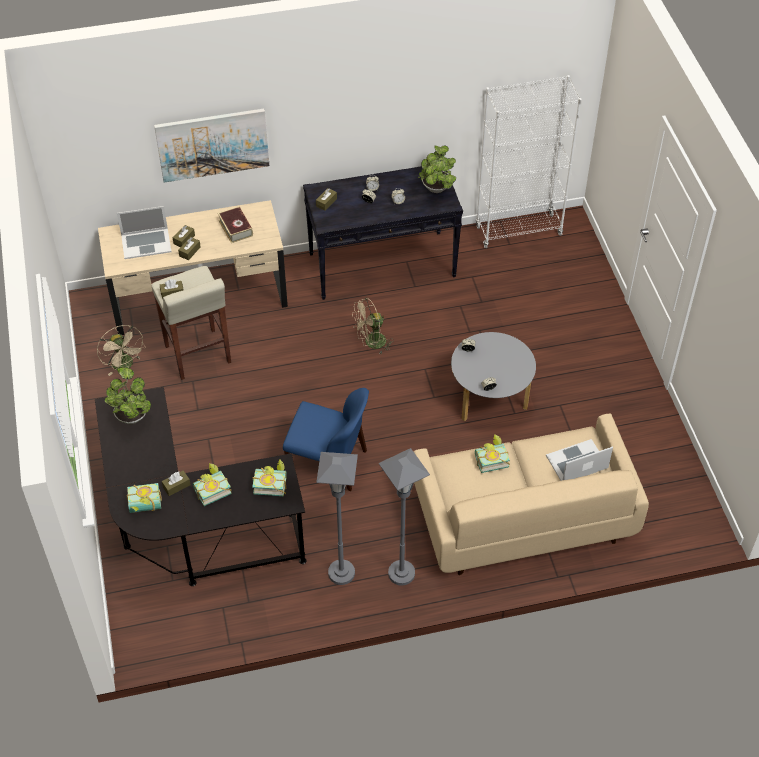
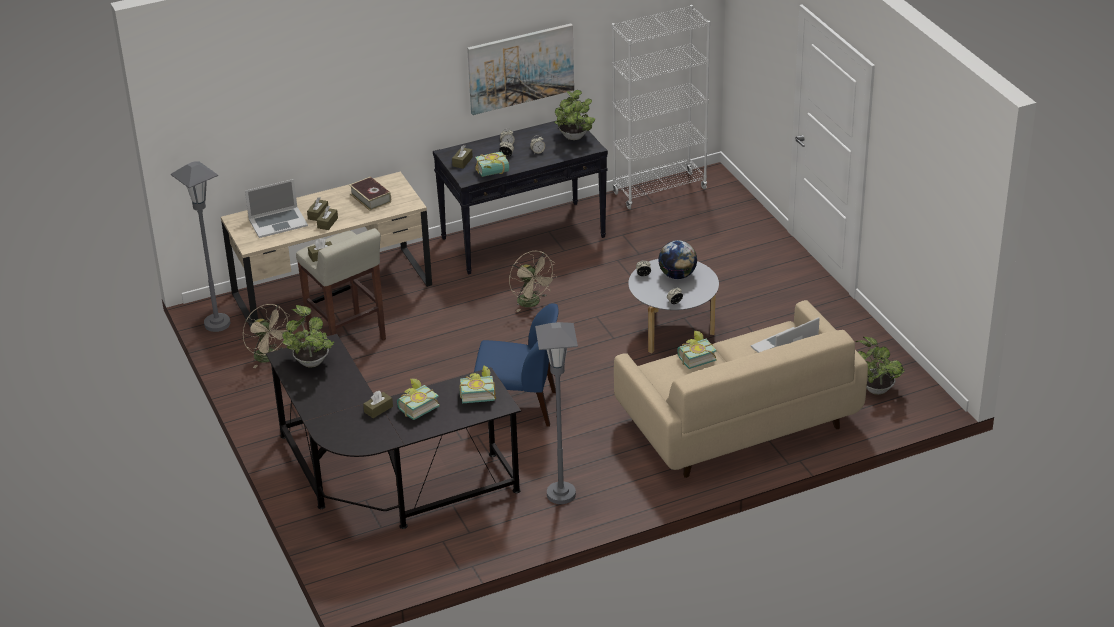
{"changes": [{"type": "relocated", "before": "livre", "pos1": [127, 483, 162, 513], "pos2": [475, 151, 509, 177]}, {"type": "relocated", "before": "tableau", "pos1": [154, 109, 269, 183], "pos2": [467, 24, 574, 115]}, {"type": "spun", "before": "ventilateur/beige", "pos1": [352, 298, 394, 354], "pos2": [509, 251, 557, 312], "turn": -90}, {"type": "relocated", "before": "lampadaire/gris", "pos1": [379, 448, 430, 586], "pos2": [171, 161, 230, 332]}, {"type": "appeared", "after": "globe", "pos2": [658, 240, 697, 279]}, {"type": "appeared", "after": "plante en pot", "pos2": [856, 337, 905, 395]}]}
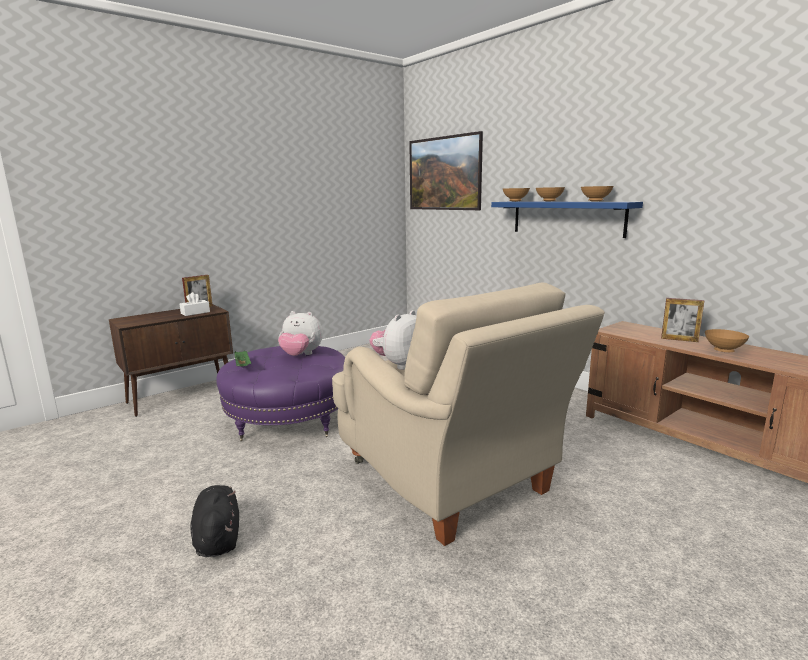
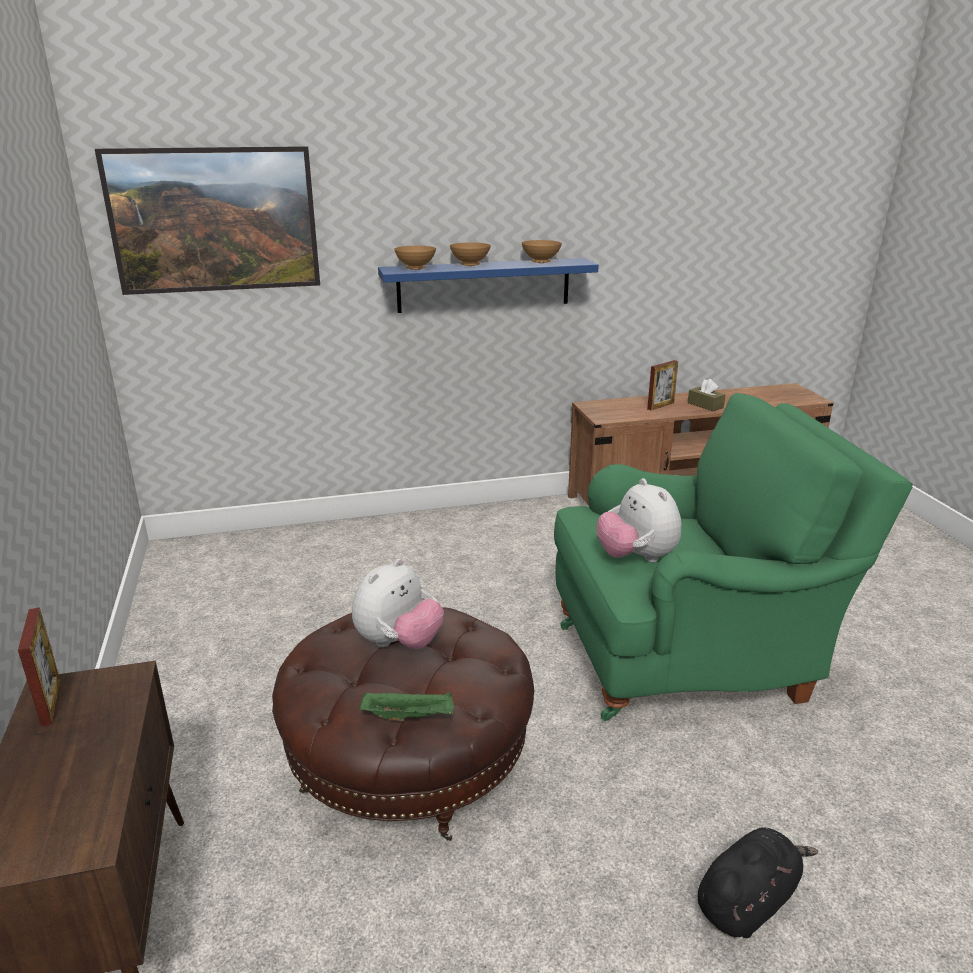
{"changes": [{"type": "missing", "before": "boîte à mouchoirs/blanc", "pos1": [180, 292, 210, 316]}, {"type": "spun", "before": "peluche/noir", "pos1": [190, 485, 239, 557], "pos2": [698, 828, 818, 938], "turn": 135}, {"type": "colour", "before": "pouf/violet", "after": "pouf/marron", "pos1": [216, 346, 345, 441], "pos2": [272, 607, 534, 841]}, {"type": "colour", "before": "fauteuil/beige", "after": "fauteuil/vert", "pos1": [332, 283, 605, 546], "pos2": [554, 393, 913, 721]}, {"type": "exchanged", "before": "bol/marron", "after": "boîte à mouchoirs/marron", "pos1": [705, 329, 749, 352], "pos2": [688, 379, 725, 411]}]}
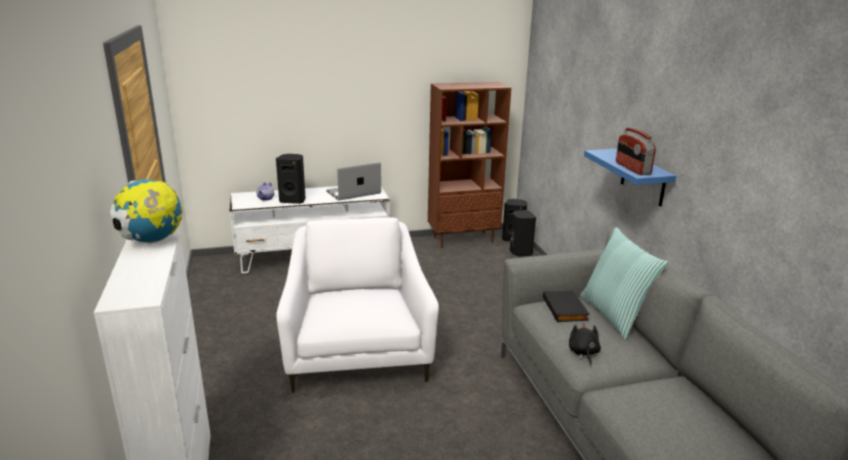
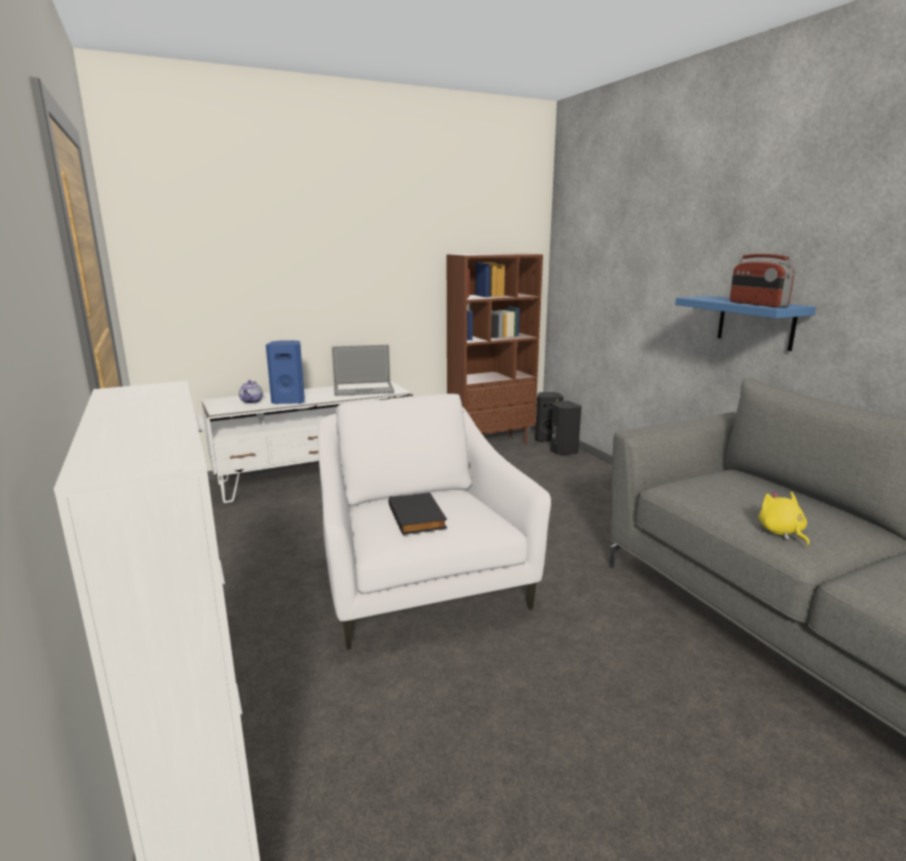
{"changes": [{"type": "missing", "before": "globe", "pos1": [110, 180, 182, 243]}, {"type": "colour", "before": "enceinte/noir", "after": "enceinte/bleu", "pos1": [276, 154, 306, 204], "pos2": [266, 340, 305, 404]}, {"type": "spun", "before": "ordinateur portable", "pos1": [326, 162, 381, 201], "pos2": [332, 345, 394, 396], "turn": -150}, {"type": "relocated", "before": "livre/noir", "pos1": [543, 290, 590, 322], "pos2": [388, 492, 447, 535]}, {"type": "colour", "before": "peluche/noir", "after": "peluche/jaune", "pos1": [569, 323, 601, 366], "pos2": [759, 491, 810, 546]}, {"type": "missing", "before": "coussin", "pos1": [580, 227, 668, 340]}]}
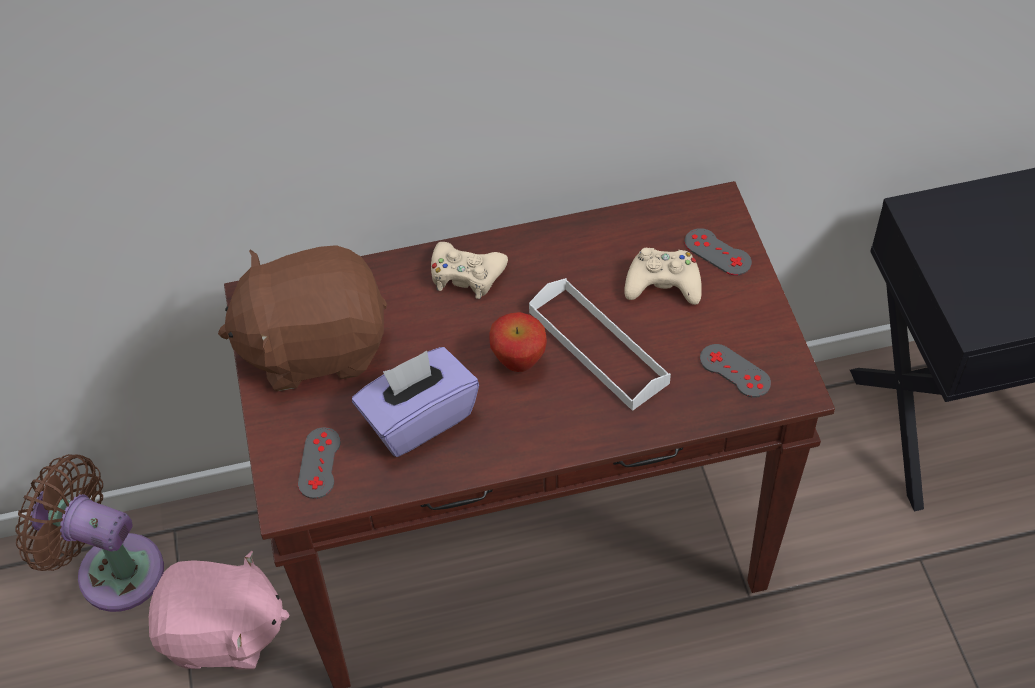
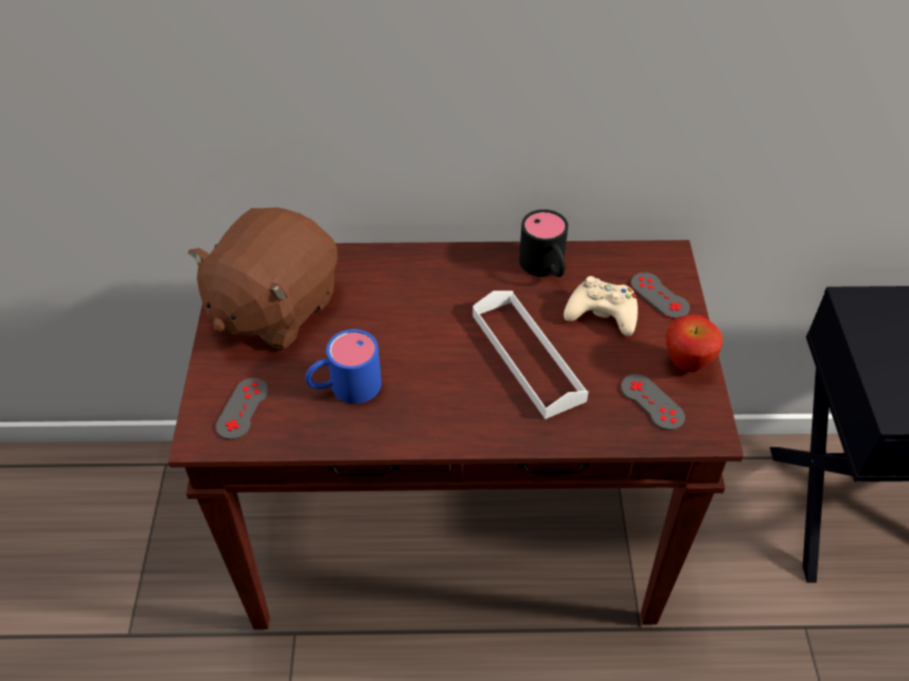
{"changes": [{"type": "missing", "before": "ventilateur/marron", "pos1": [15, 454, 164, 612]}, {"type": "missing", "before": "peluche/rose", "pos1": [149, 551, 290, 669]}, {"type": "spun", "before": "peluche/marron", "pos1": [218, 245, 387, 391], "pos2": [188, 207, 338, 349], "turn": -60}, {"type": "exchanged", "before": "boîte à mouchoirs/violet", "after": "mug/bleu", "pos1": [352, 347, 479, 457], "pos2": [305, 329, 381, 404]}, {"type": "missing", "before": "manette/beige", "pos1": [431, 242, 508, 299]}, {"type": "relocated", "before": "pomme", "pos1": [490, 312, 547, 372], "pos2": [666, 315, 723, 372]}, {"type": "appeared", "after": "mug/noir", "pos2": [519, 209, 568, 277]}]}
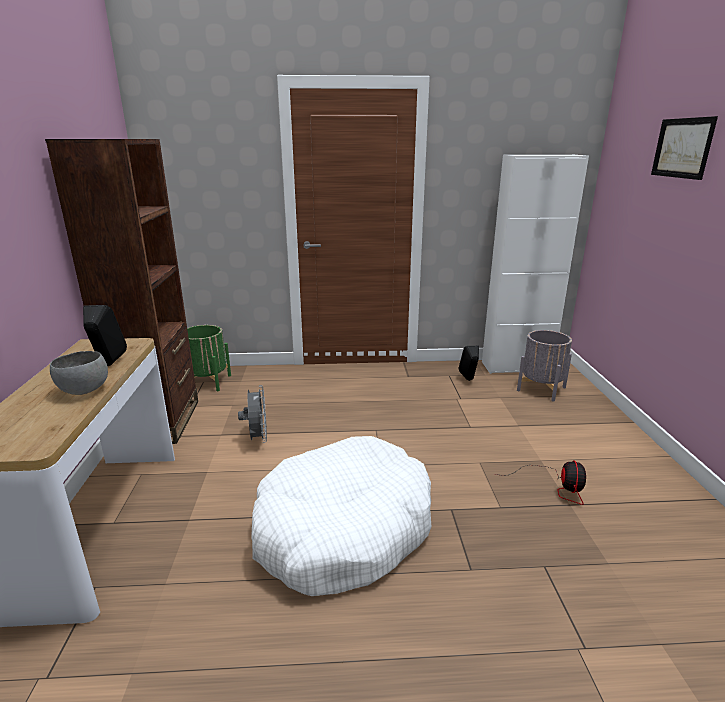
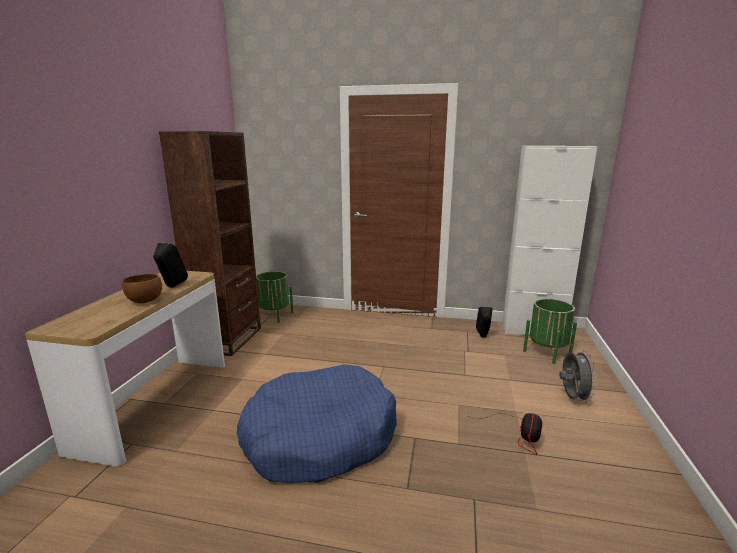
{"changes": [{"type": "colour", "before": "bol/gris", "after": "bol/marron", "pos1": [50, 351, 108, 395], "pos2": [122, 274, 162, 303]}, {"type": "relocated", "before": "ventilateur/gris", "pos1": [238, 385, 267, 443], "pos2": [559, 349, 597, 403]}, {"type": "colour", "before": "panier pour chien/blanc", "after": "panier pour chien/bleu", "pos1": [251, 436, 431, 596], "pos2": [237, 364, 397, 483]}, {"type": "colour", "before": "cache-pot/gris", "after": "cache-pot/vert", "pos1": [517, 330, 572, 401], "pos2": [523, 299, 577, 364]}, {"type": "missing", "before": "tableau", "pos1": [651, 116, 718, 180]}]}
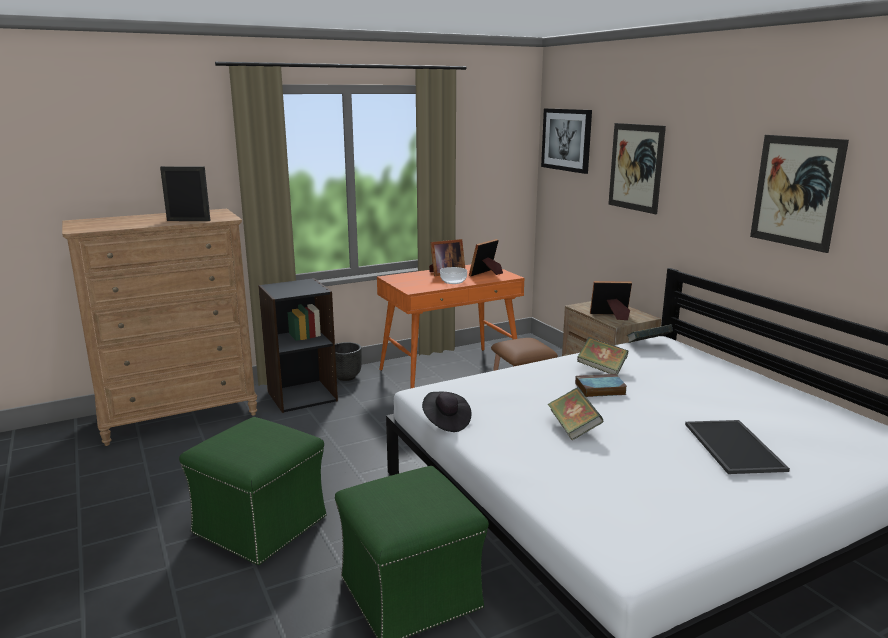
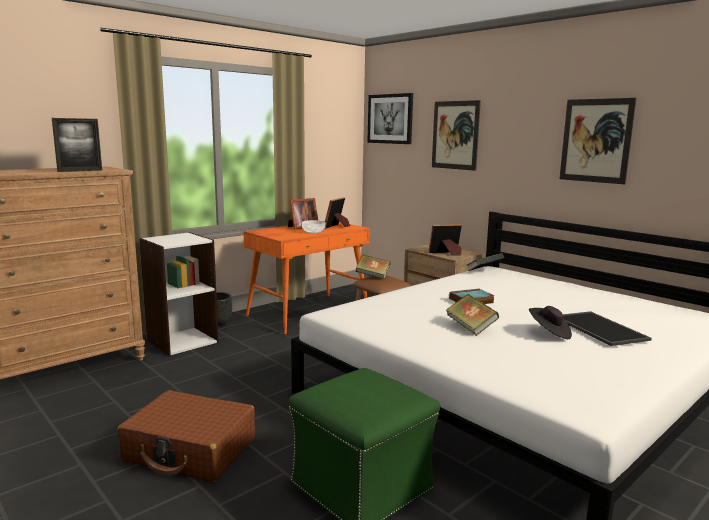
{"changes": [{"type": "spun", "before": "cadre photo", "pos1": [160, 166, 211, 221], "pos2": [52, 118, 102, 172], "turn": 150}, {"type": "exchanged", "before": "pouf/vert", "after": "valise/marron", "pos1": [179, 417, 327, 565], "pos2": [117, 390, 255, 482]}, {"type": "colour", "before": "bibliothèque/noir", "after": "bibliothèque/blanc", "pos1": [258, 278, 338, 413], "pos2": [139, 232, 219, 356]}, {"type": "relocated", "before": "chapeau/noir", "pos1": [422, 392, 472, 432], "pos2": [529, 306, 572, 339]}, {"type": "relocated", "before": "livre", "pos1": [577, 337, 628, 375], "pos2": [355, 254, 391, 280]}]}
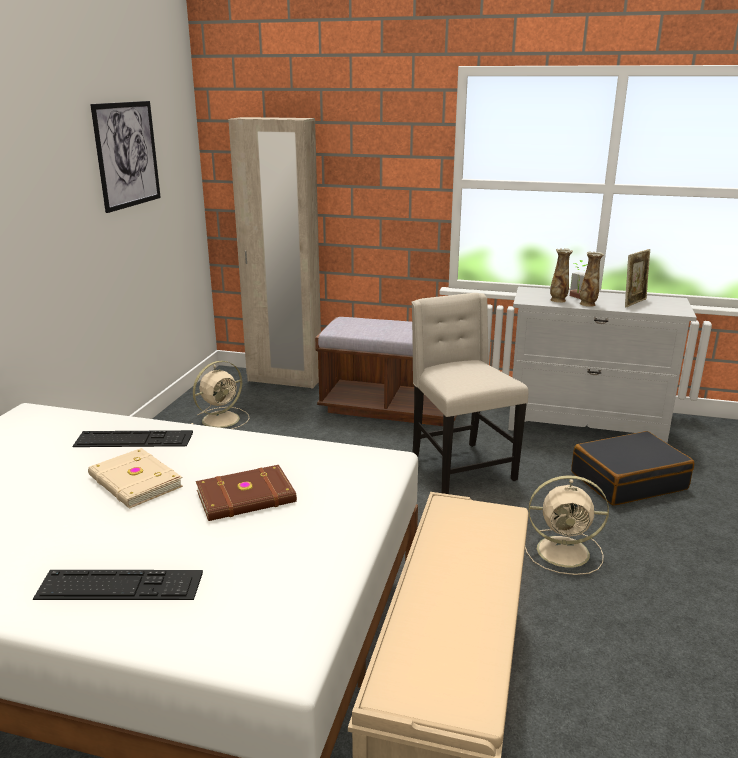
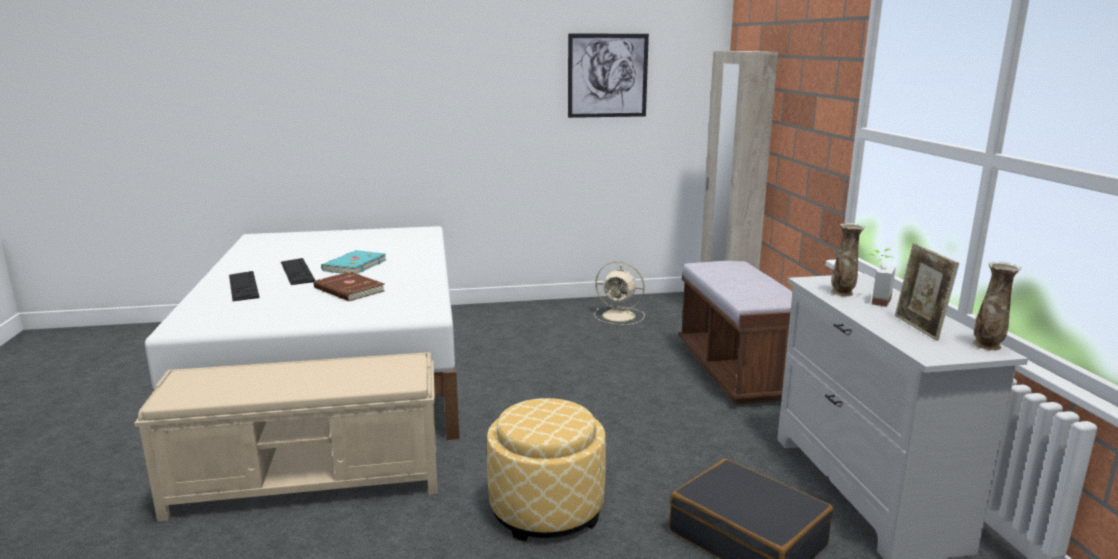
{"changes": [{"type": "relocated", "before": "clavier", "pos1": [72, 430, 193, 447], "pos2": [281, 258, 315, 285]}, {"type": "colour", "before": "livre/beige", "after": "livre/turquoise", "pos1": [88, 448, 183, 508], "pos2": [321, 250, 386, 274]}, {"type": "missing", "before": "chaise/beige", "pos1": [411, 293, 528, 494]}, {"type": "exchanged", "before": "ventilateur/beige", "after": "pouf", "pos1": [525, 475, 609, 575], "pos2": [487, 398, 606, 542]}, {"type": "relocated", "before": "vase", "pos1": [580, 252, 604, 307], "pos2": [973, 262, 1022, 350]}, {"type": "spun", "before": "cadre photo", "pos1": [625, 249, 650, 307], "pos2": [895, 243, 959, 341], "turn": 60}]}
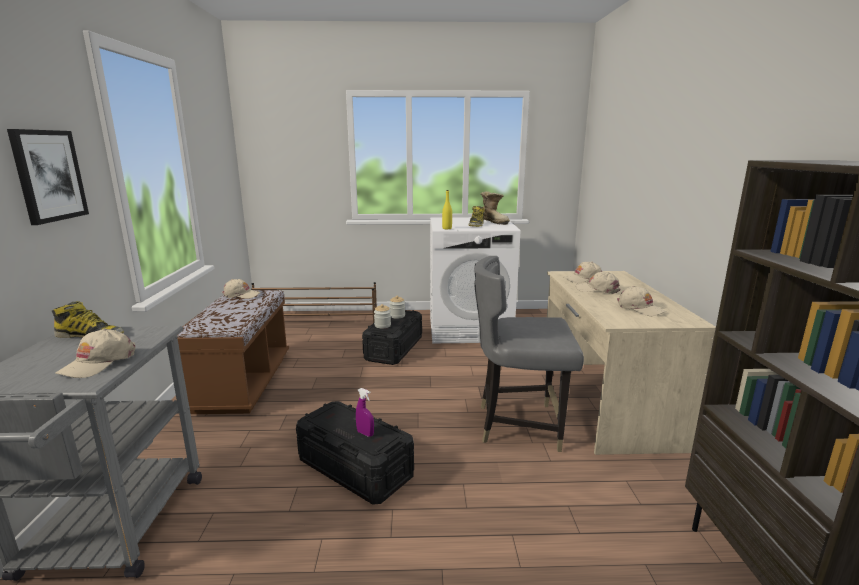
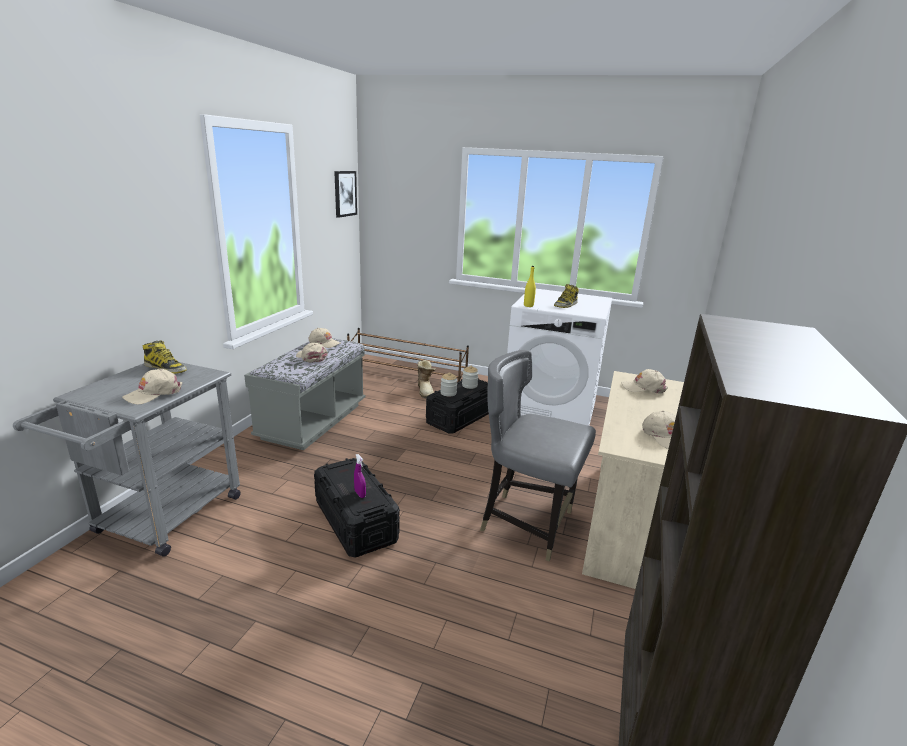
{"changes": [{"type": "relocated", "before": "tableau", "pos1": [7, 129, 89, 225], "pos2": [334, 171, 357, 218]}, {"type": "colour", "before": "banc/marron", "after": "banc/gris", "pos1": [177, 290, 289, 414], "pos2": [244, 338, 365, 450]}, {"type": "relocated", "before": "botte", "pos1": [481, 191, 510, 225], "pos2": [418, 360, 436, 399]}, {"type": "relocated", "before": "casquette/beige", "pos1": [576, 272, 620, 294], "pos2": [296, 343, 328, 363]}]}
